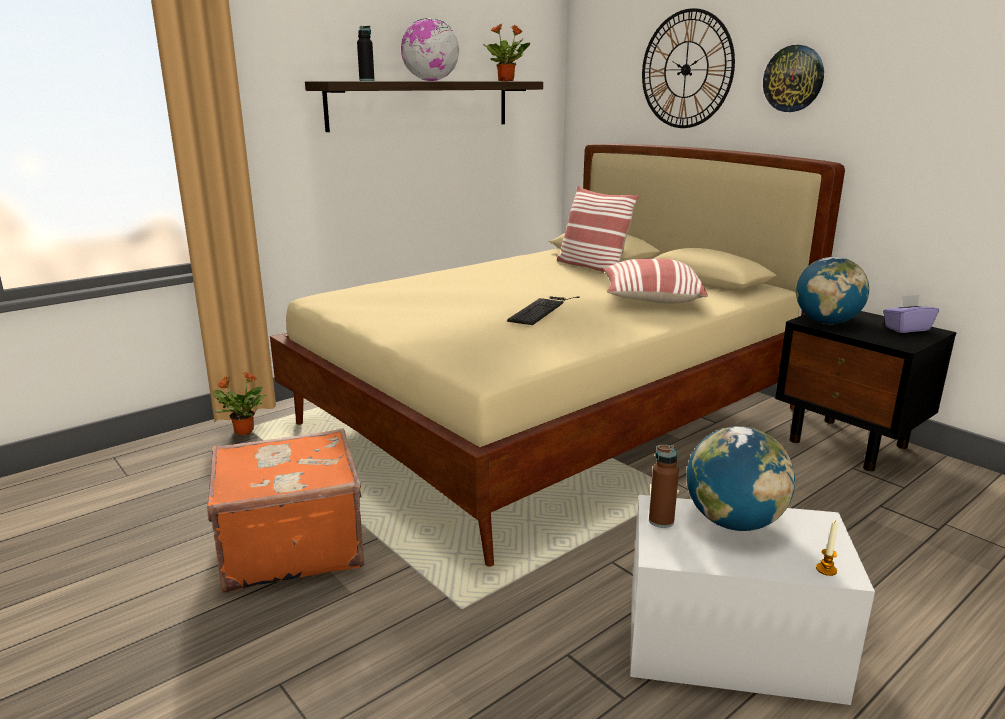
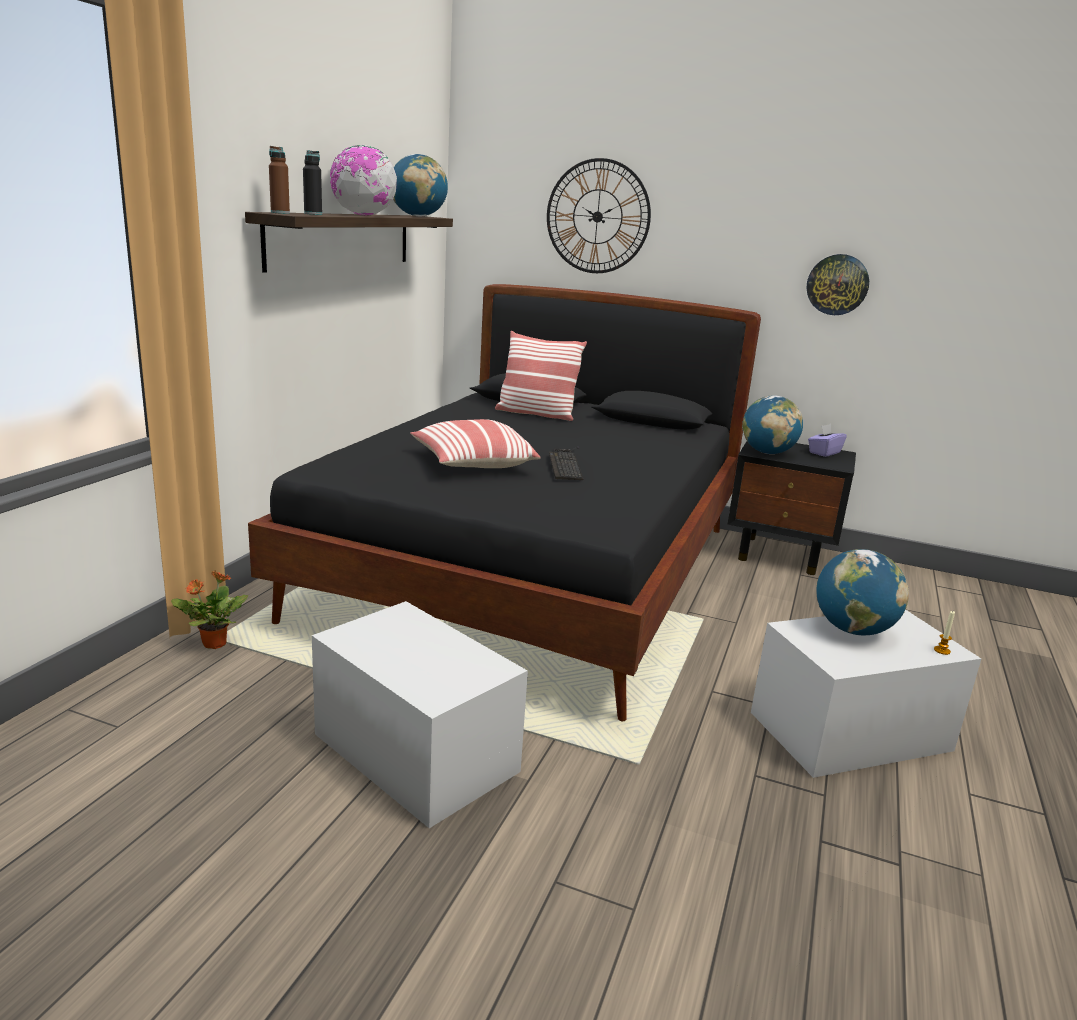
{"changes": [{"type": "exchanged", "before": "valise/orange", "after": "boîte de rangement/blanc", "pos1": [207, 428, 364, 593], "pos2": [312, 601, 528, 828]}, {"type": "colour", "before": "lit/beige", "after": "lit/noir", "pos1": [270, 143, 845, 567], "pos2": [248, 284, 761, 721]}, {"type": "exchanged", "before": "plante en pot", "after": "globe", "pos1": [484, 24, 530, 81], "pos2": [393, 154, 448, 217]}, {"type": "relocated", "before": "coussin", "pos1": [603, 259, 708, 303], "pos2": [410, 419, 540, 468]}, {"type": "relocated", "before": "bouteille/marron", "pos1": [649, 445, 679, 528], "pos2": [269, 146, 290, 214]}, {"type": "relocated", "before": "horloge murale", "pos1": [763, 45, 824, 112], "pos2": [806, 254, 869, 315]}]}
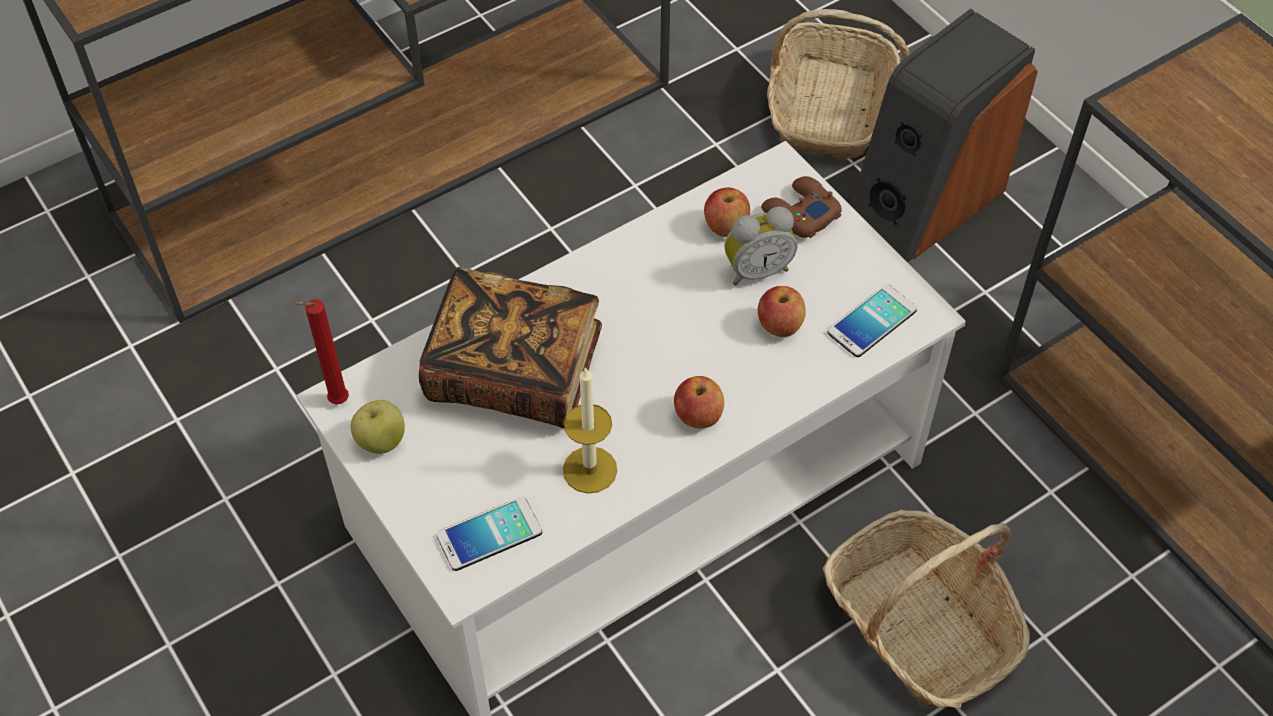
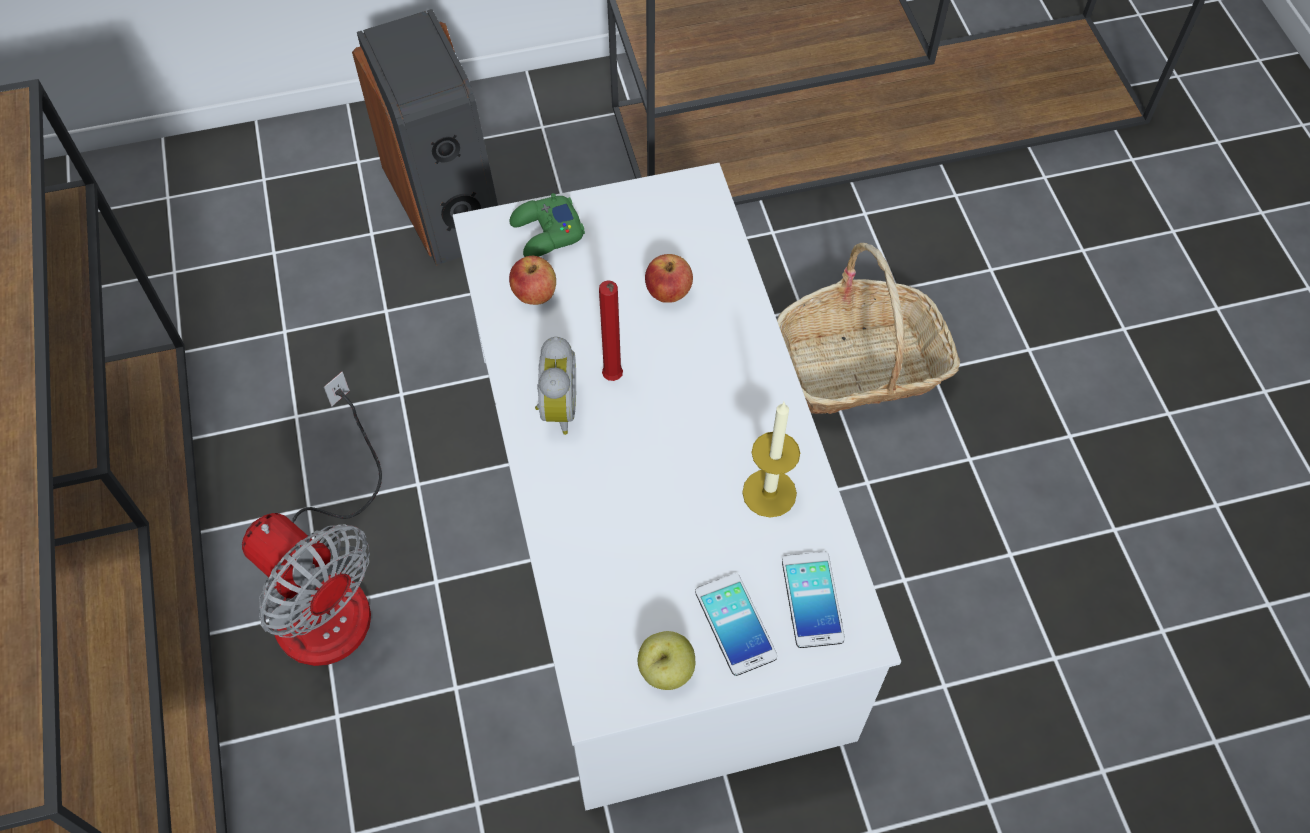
{"changes": [{"type": "relocated", "before": "bougie/rouge", "pos1": [293, 299, 349, 404], "pos2": [599, 280, 623, 381]}, {"type": "missing", "before": "livre", "pos1": [419, 267, 602, 428]}, {"type": "missing", "before": "pomme", "pos1": [674, 376, 724, 428]}, {"type": "relocated", "before": "réveil", "pos1": [724, 206, 798, 286], "pos2": [535, 336, 576, 435]}, {"type": "colour", "before": "manette/marron", "after": "manette/vert", "pos1": [761, 176, 842, 238], "pos2": [510, 193, 585, 257]}, {"type": "missing", "before": "panier", "pos1": [767, 9, 910, 159]}, {"type": "relocated", "before": "téléphone", "pos1": [828, 284, 917, 357], "pos2": [695, 573, 777, 676]}, {"type": "appeared", "after": "ventilateur", "pos2": [242, 372, 382, 666]}]}
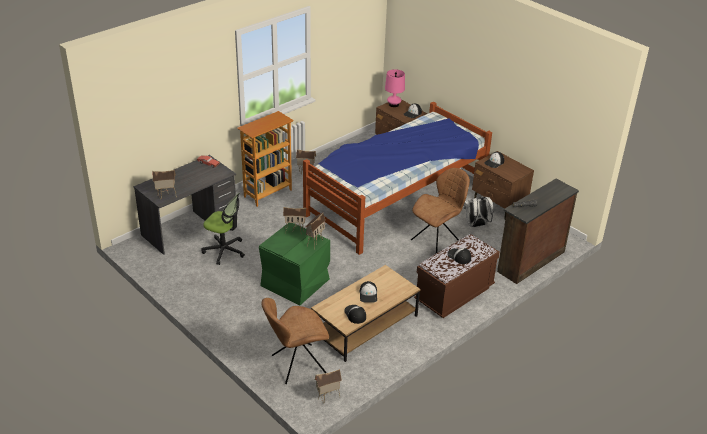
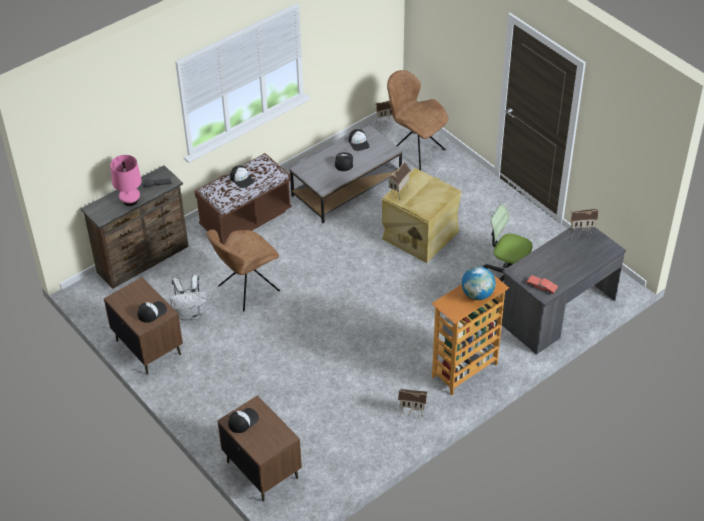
{"changes": [{"type": "colour", "before": "boîte de rangement/vert", "after": "boîte de rangement/beige", "pos1": [259, 223, 330, 306], "pos2": [382, 168, 462, 263]}, {"type": "spun", "before": "chaise/marron", "pos1": [261, 298, 329, 384], "pos2": [387, 70, 449, 170], "turn": -120}, {"type": "missing", "before": "maison miniature", "pos1": [283, 207, 307, 234]}, {"type": "missing", "before": "lit", "pos1": [303, 102, 492, 255]}, {"type": "colour", "before": "table basse/marron", "after": "table basse/gris", "pos1": [311, 265, 420, 362], "pos2": [289, 125, 403, 223]}, {"type": "relocated", "before": "lampe de table/rose", "pos1": [385, 69, 405, 107], "pos2": [110, 155, 142, 206]}, {"type": "appeared", "after": "globe", "pos2": [462, 266, 496, 300]}]}
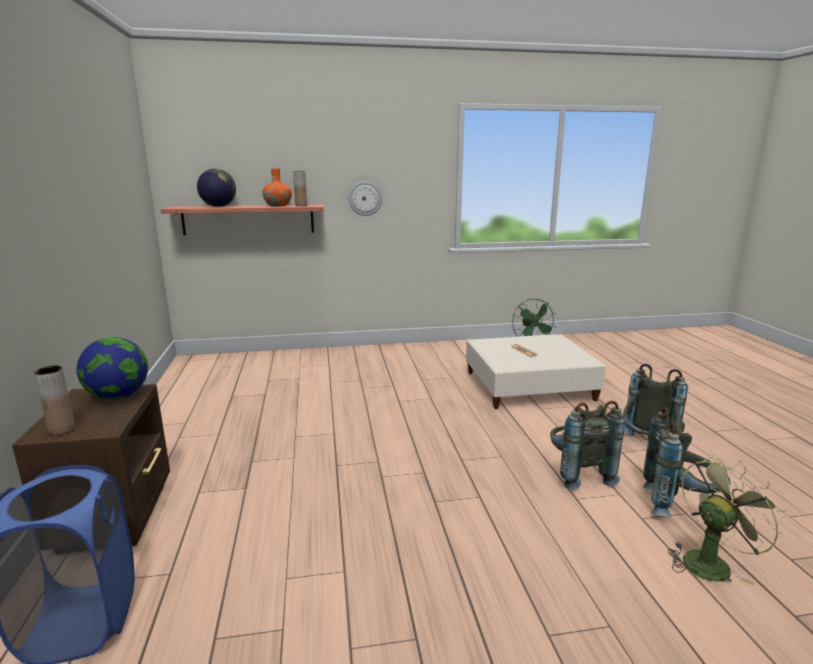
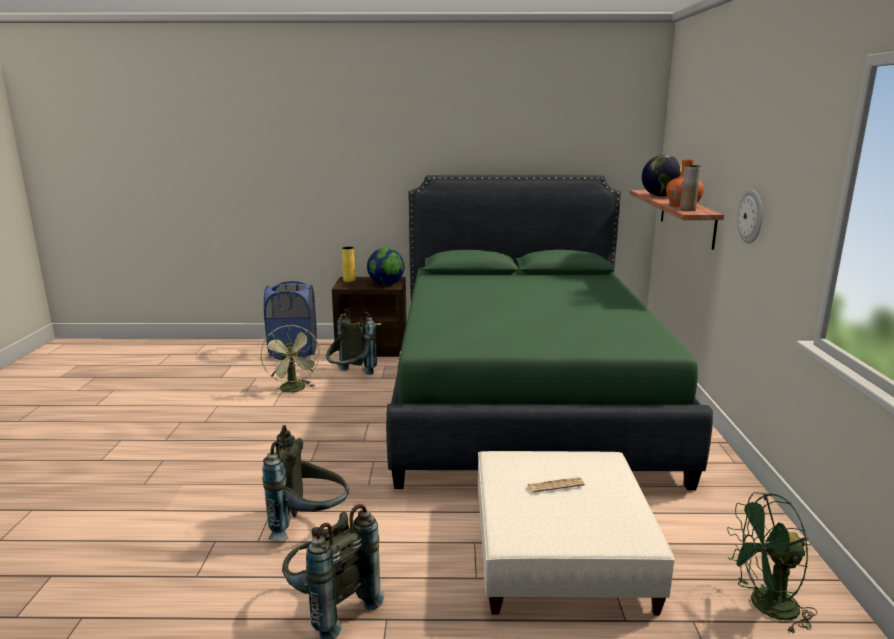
{"changes": [{"type": "colour", "before": "vase/marron", "after": "vase/jaune", "pos1": [34, 366, 75, 435], "pos2": [342, 247, 355, 282]}, {"type": "relocated", "before": "sac à dos/gris", "pos1": [643, 407, 731, 517], "pos2": [326, 309, 377, 375]}, {"type": "relocated", "before": "ventilateur/vert", "pos1": [667, 455, 787, 586], "pos2": [261, 325, 320, 394]}, {"type": "appeared", "after": "lit/vert", "pos2": [386, 175, 713, 490]}]}
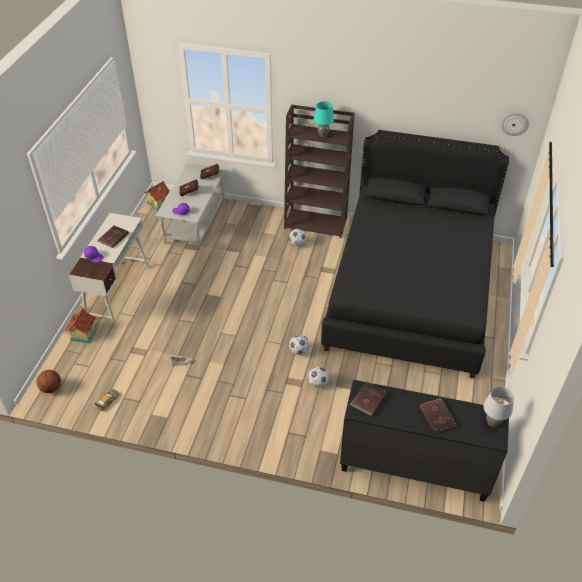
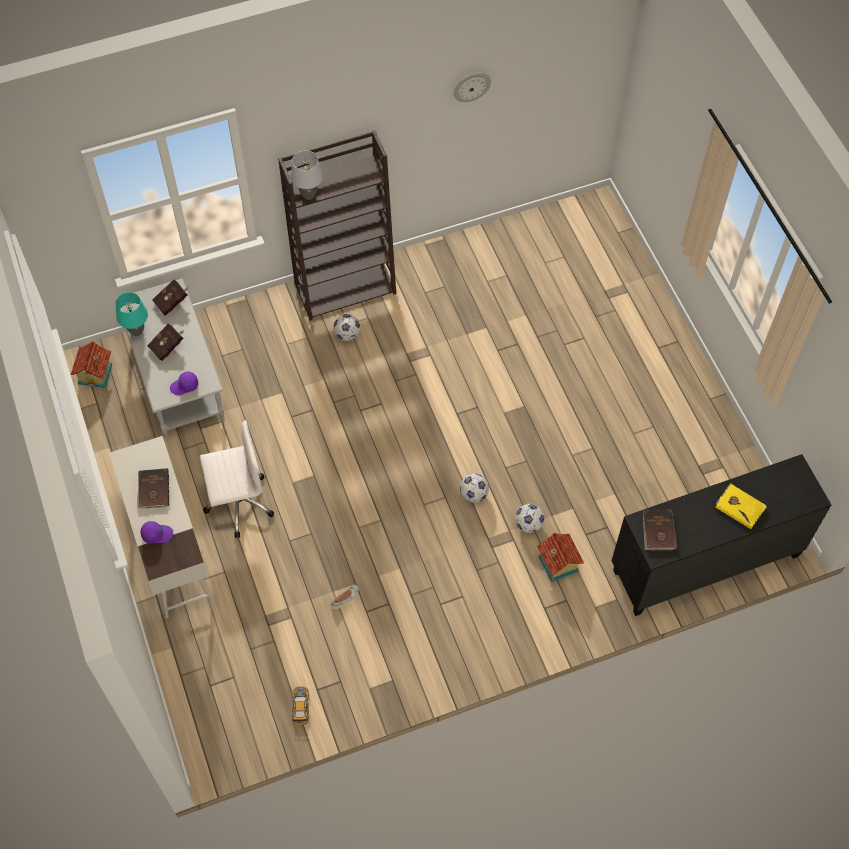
{"changes": [{"type": "missing", "before": "ballon de basket", "pos1": [37, 370, 61, 393]}, {"type": "relocated", "before": "maison miniature", "pos1": [65, 309, 97, 343], "pos2": [537, 533, 584, 582]}, {"type": "relocated", "before": "lampe de table/turquoise", "pos1": [314, 101, 334, 138], "pos2": [115, 292, 148, 336]}, {"type": "missing", "before": "lit/noir", "pos1": [321, 130, 509, 379]}, {"type": "colour", "before": "livre/marron", "after": "livre/jaune", "pos1": [419, 398, 457, 433], "pos2": [715, 483, 767, 529]}, {"type": "relocated", "before": "lampe de table/gris", "pos1": [483, 386, 514, 427], "pos2": [291, 150, 323, 200]}, {"type": "relocated", "before": "horloge murale", "pos1": [501, 113, 529, 136], "pos2": [454, 73, 491, 102]}, {"type": "appeared", "after": "chaise de bureau/blanc", "pos2": [200, 420, 274, 538]}]}
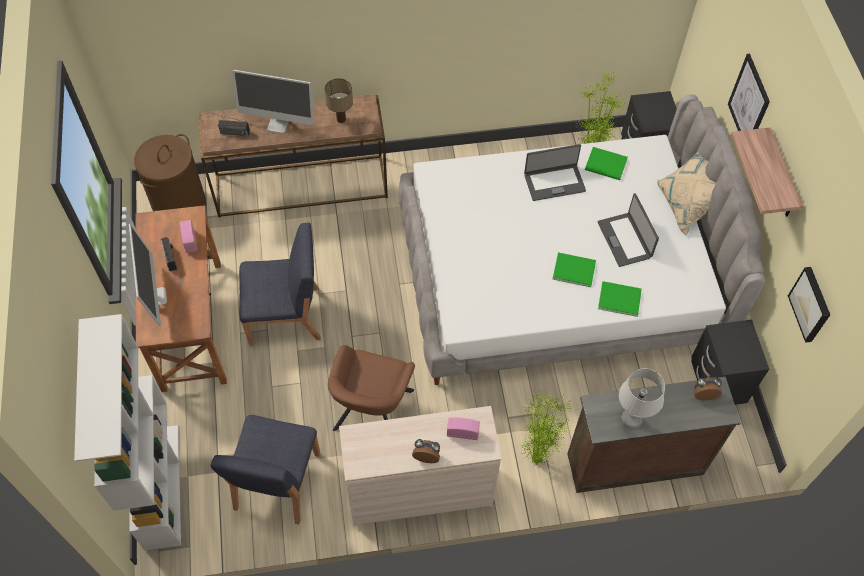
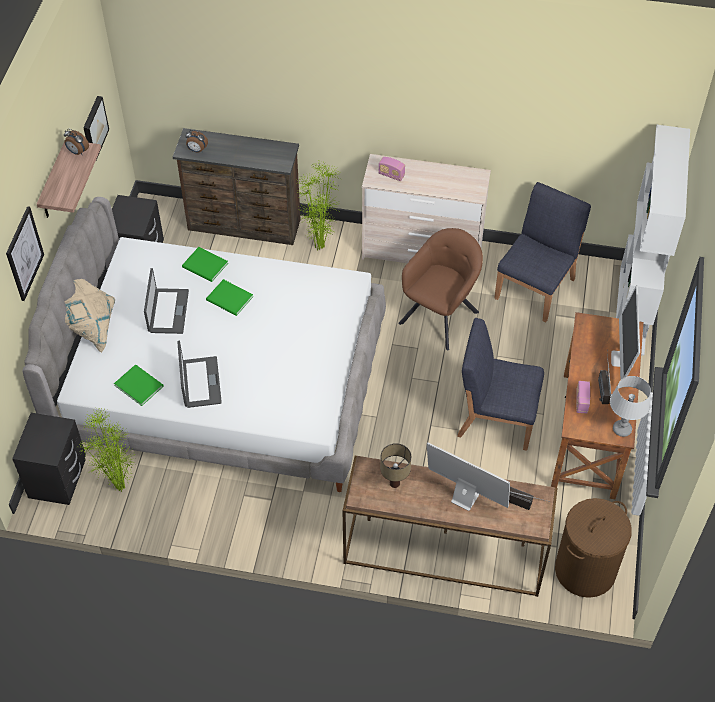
{"changes": [{"type": "relocated", "before": "réveil", "pos1": [412, 439, 440, 463], "pos2": [64, 129, 89, 155]}, {"type": "spun", "before": "ordinateur portable", "pos1": [524, 144, 586, 201], "pos2": [177, 340, 222, 408], "turn": 75}, {"type": "relocated", "before": "lampe de table/gris", "pos1": [619, 368, 665, 428], "pos2": [610, 376, 651, 437]}]}
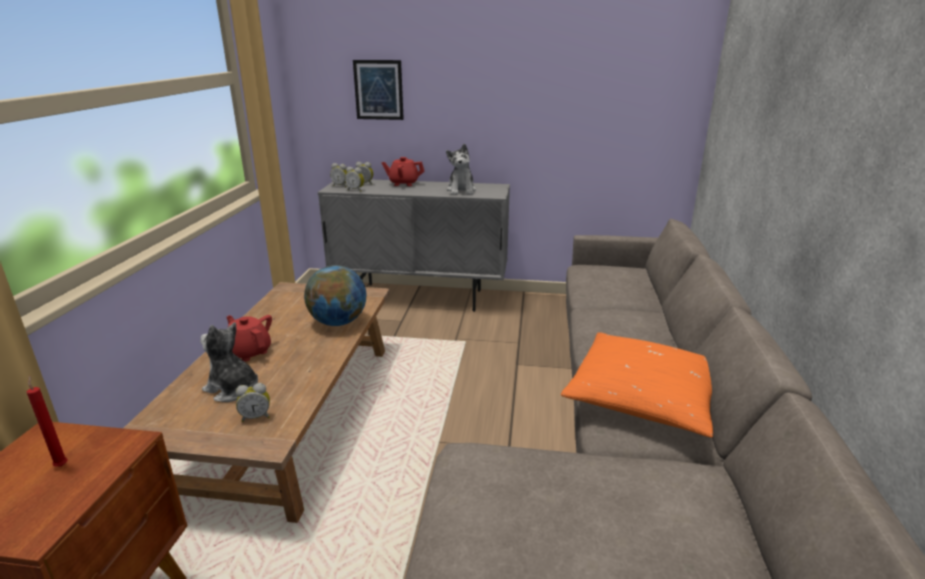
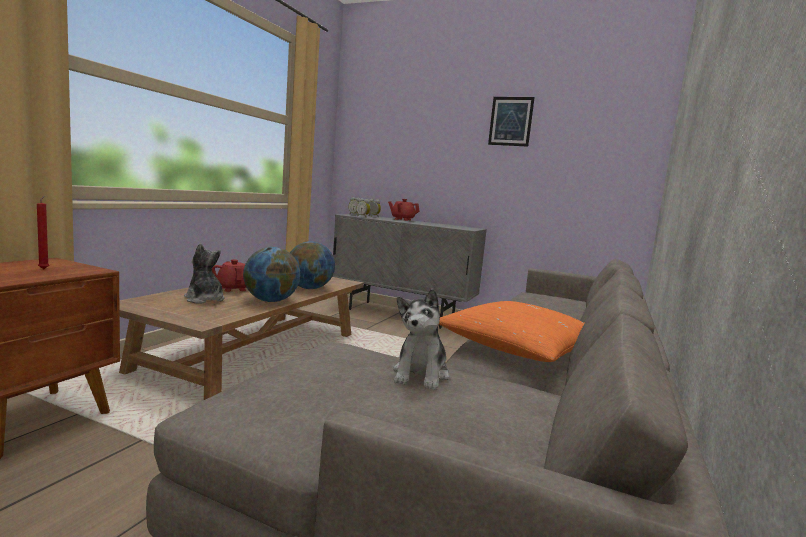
{"changes": [{"type": "missing", "before": "réveil", "pos1": [236, 383, 270, 422]}, {"type": "relocated", "before": "tableau", "pos1": [353, 60, 404, 120], "pos2": [488, 97, 535, 147]}, {"type": "relocated", "before": "peluche", "pos1": [446, 144, 476, 195], "pos2": [393, 289, 450, 390]}, {"type": "appeared", "after": "globe", "pos2": [243, 247, 300, 302]}]}
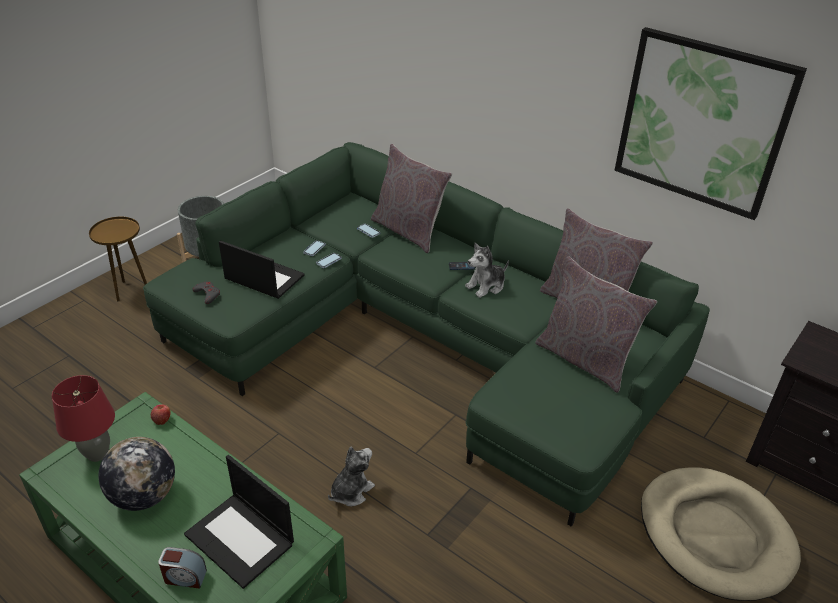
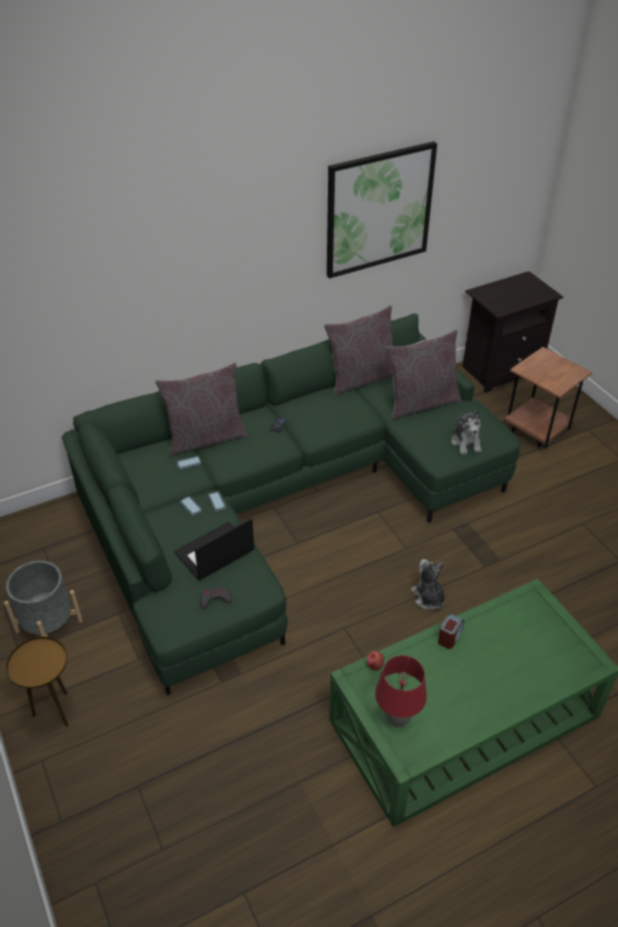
{"changes": [{"type": "missing", "before": "globe", "pos1": [98, 437, 175, 511]}, {"type": "relocated", "before": "réveil", "pos1": [158, 547, 207, 589], "pos2": [438, 613, 465, 649]}, {"type": "missing", "before": "ordinateur portable", "pos1": [184, 455, 294, 589]}, {"type": "relocated", "before": "peluche", "pos1": [465, 243, 509, 298], "pos2": [451, 410, 482, 455]}, {"type": "exchanged", "before": "panier pour chien/beige", "after": "table d'appoint/marron", "pos1": [641, 467, 801, 601], "pos2": [504, 347, 592, 448]}]}
